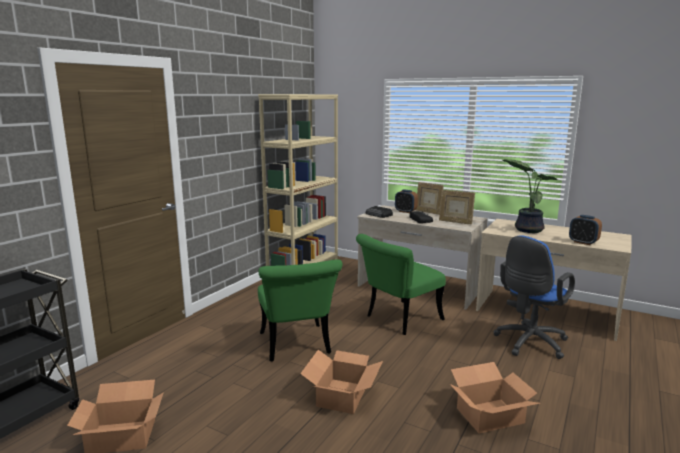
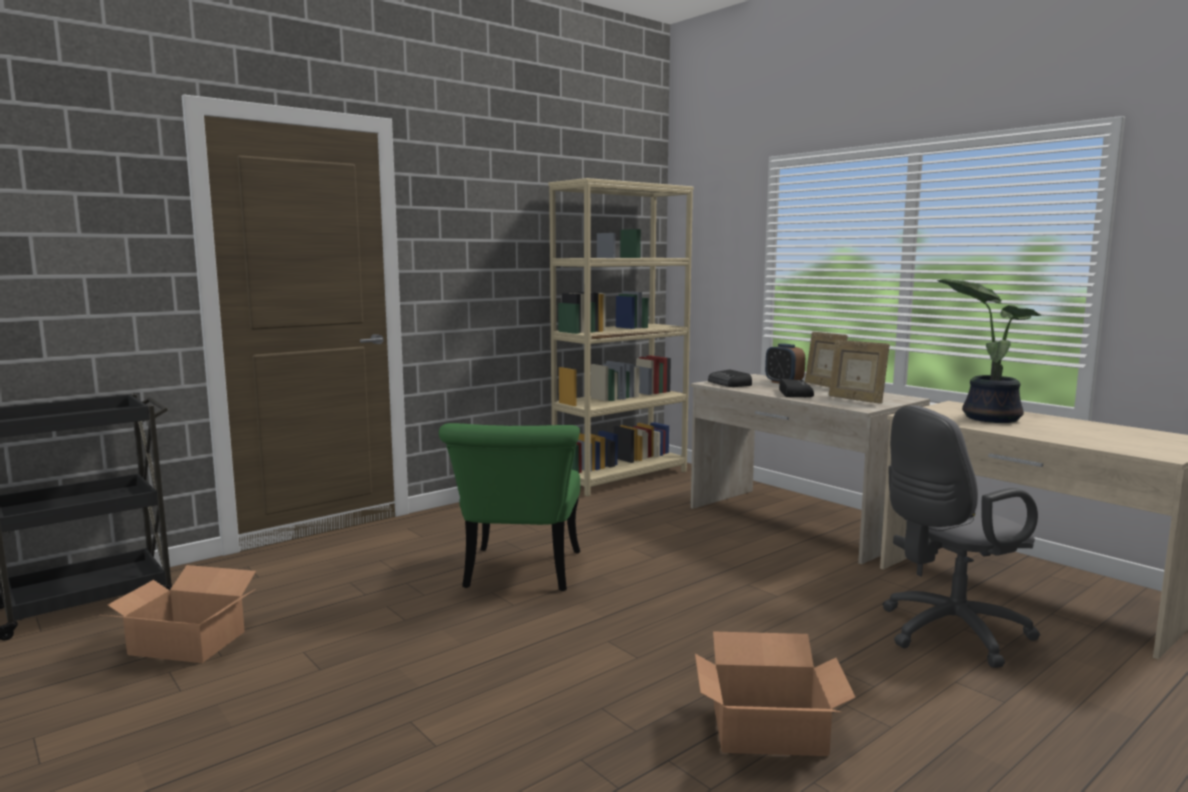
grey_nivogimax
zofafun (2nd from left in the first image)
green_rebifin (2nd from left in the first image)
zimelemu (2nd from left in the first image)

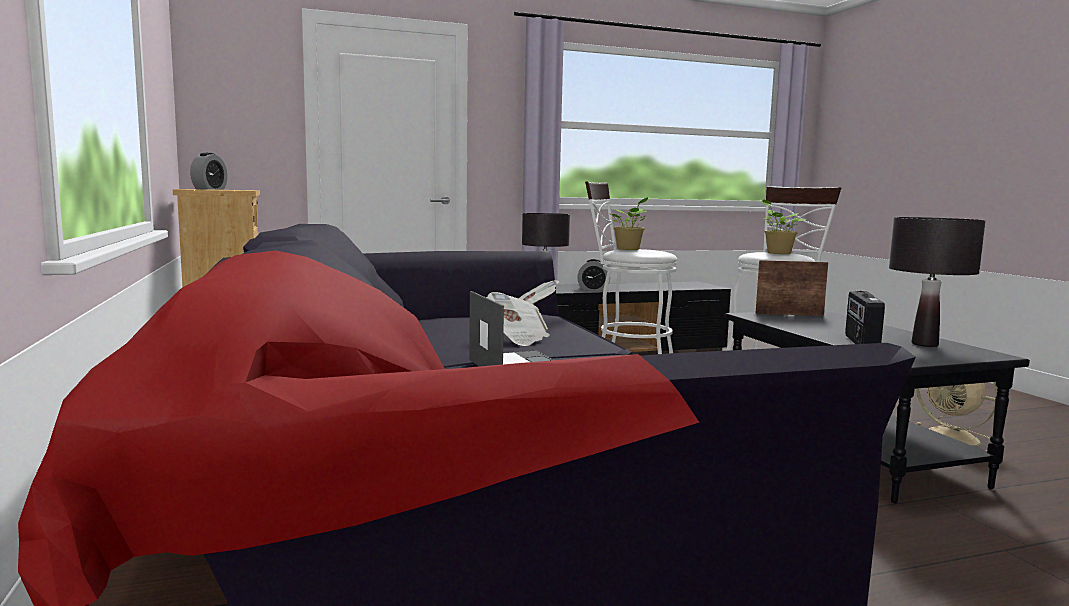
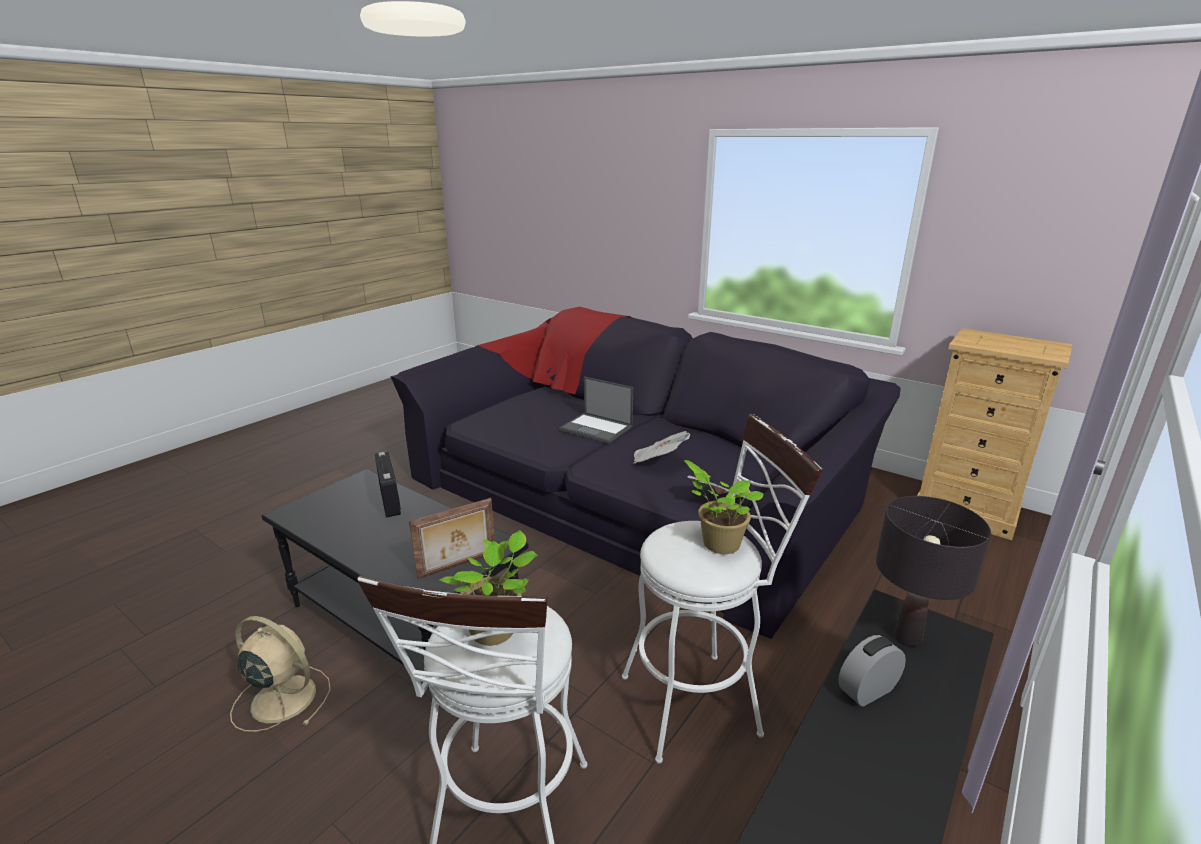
zimelemu (1st from left in the first image)
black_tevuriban (2nd from left in the first image)

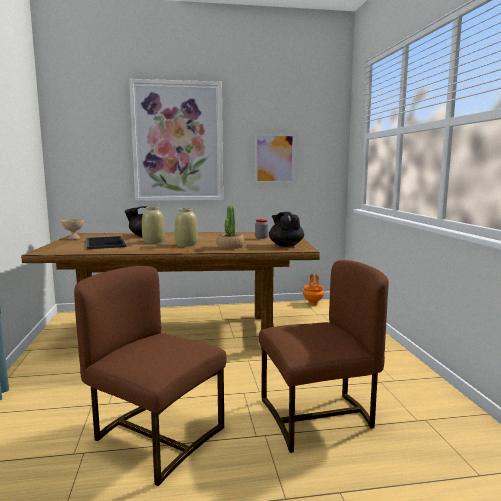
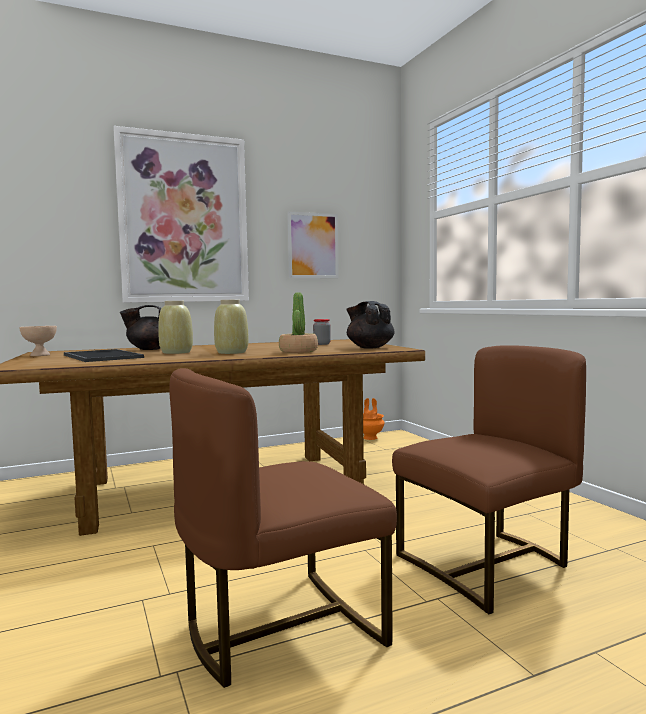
brown_rebifin (1st from left)

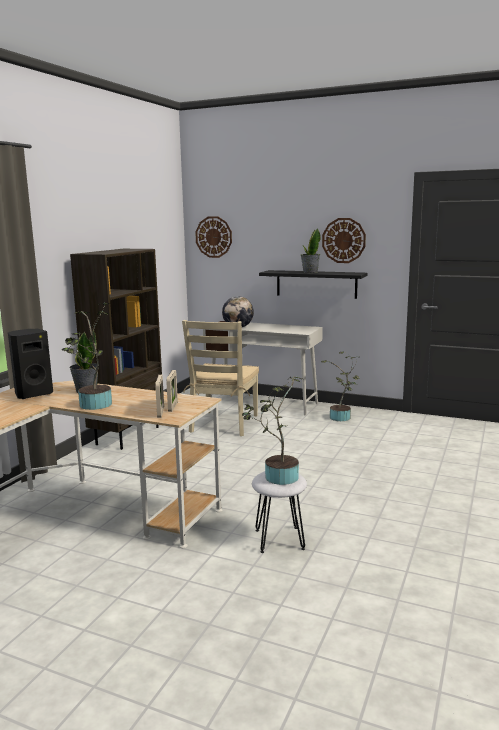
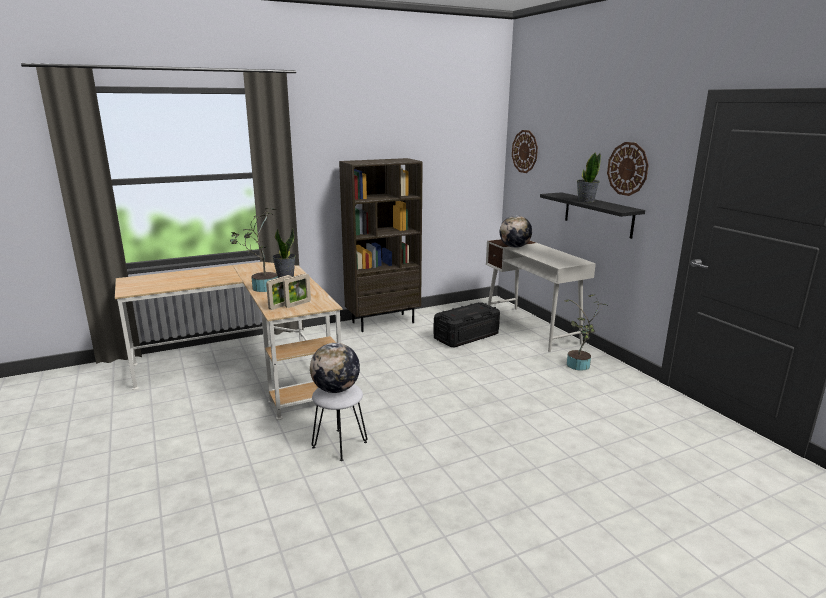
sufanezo (1st from left)
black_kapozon
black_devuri

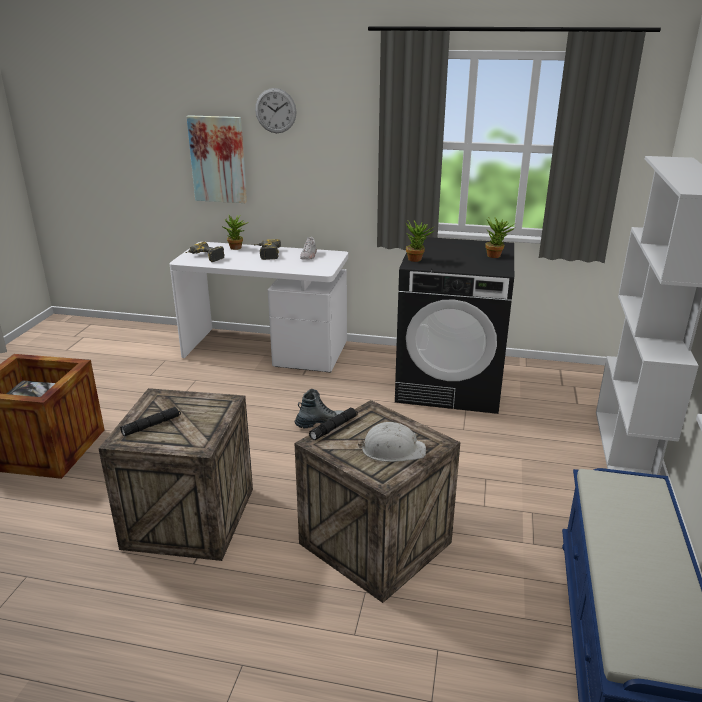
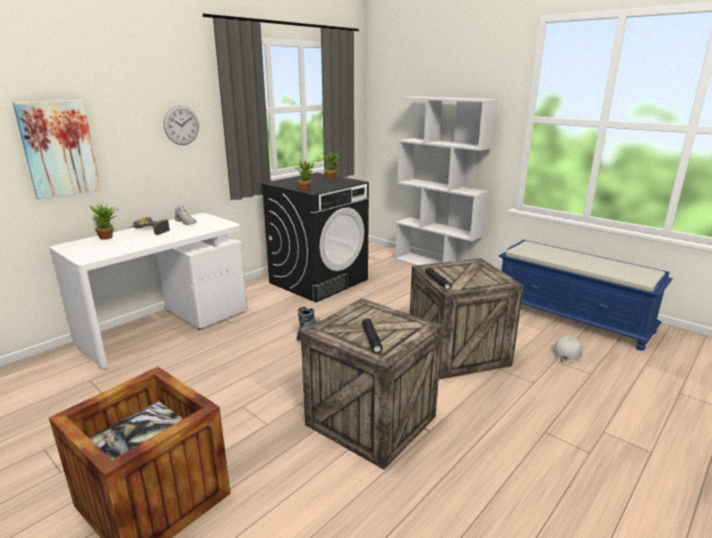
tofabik
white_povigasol
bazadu (1st from left in the first image)

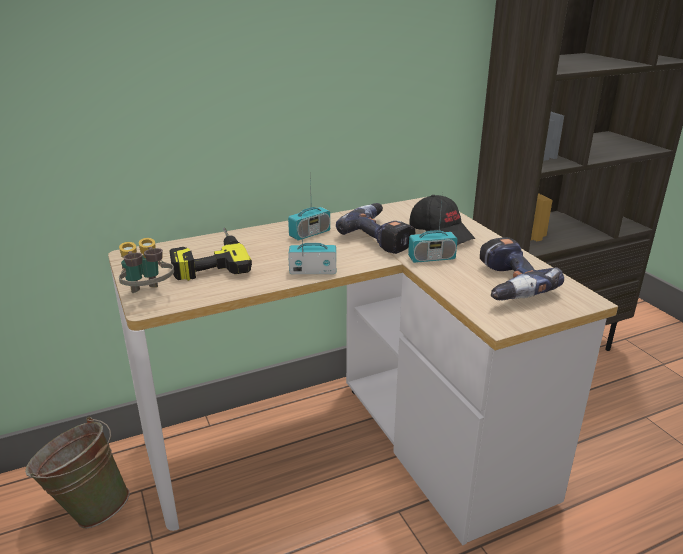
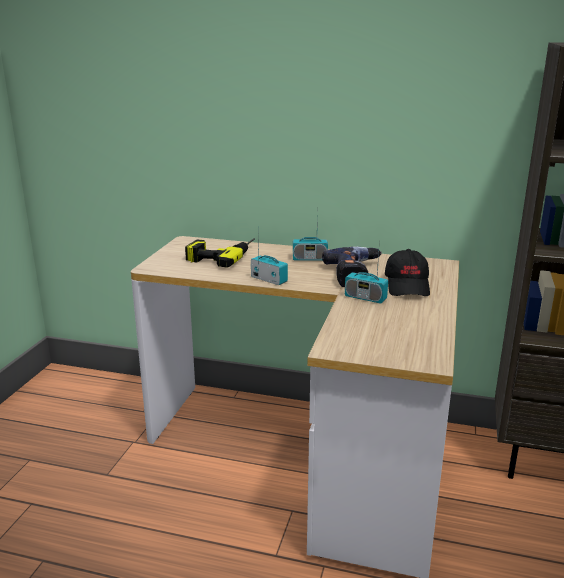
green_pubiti
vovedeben
bazadu (3rd from left in the first image)

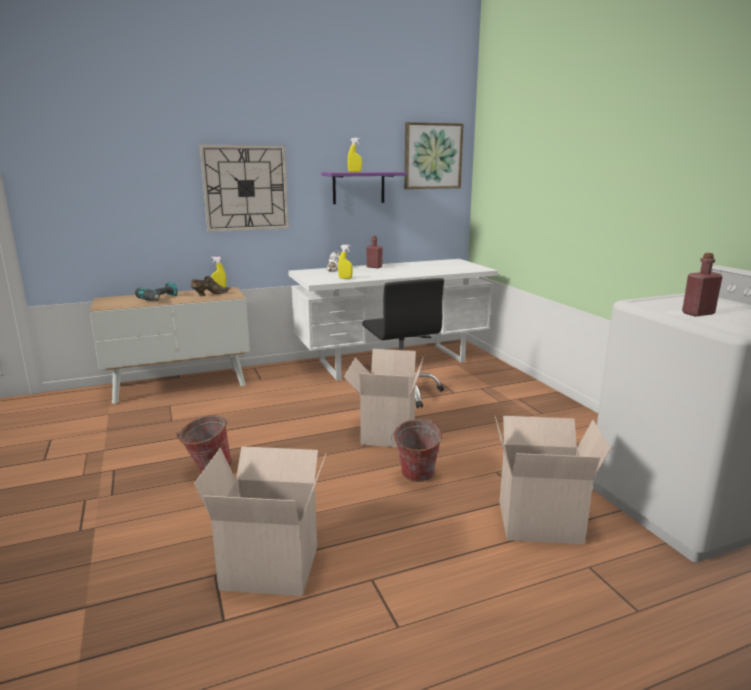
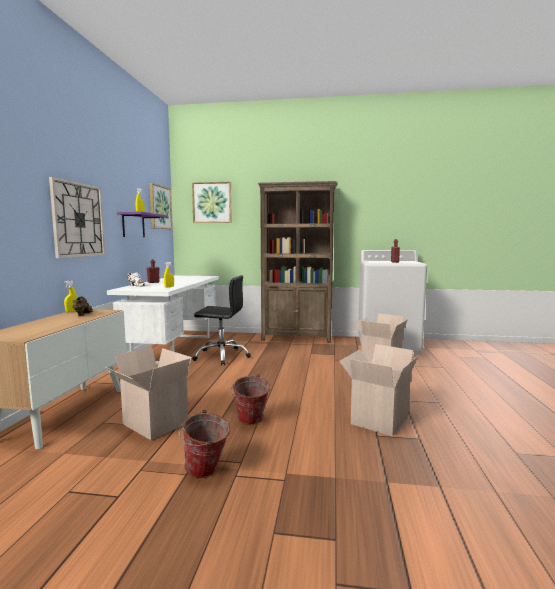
zofafun (1st from left)
pubiti (1st from left)
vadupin (2nd from left)
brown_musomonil
bazadu

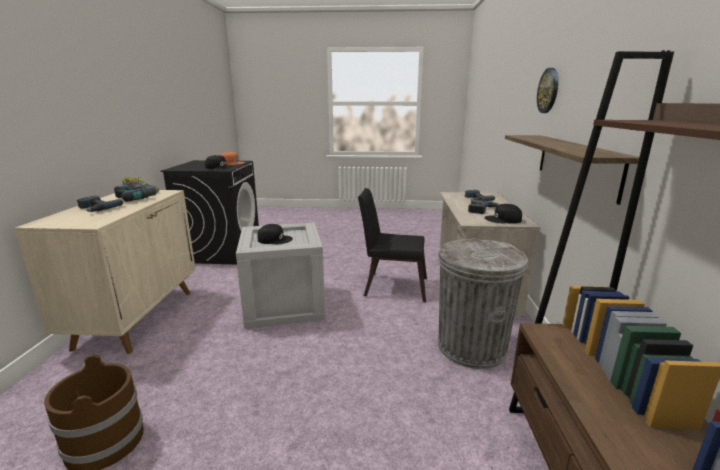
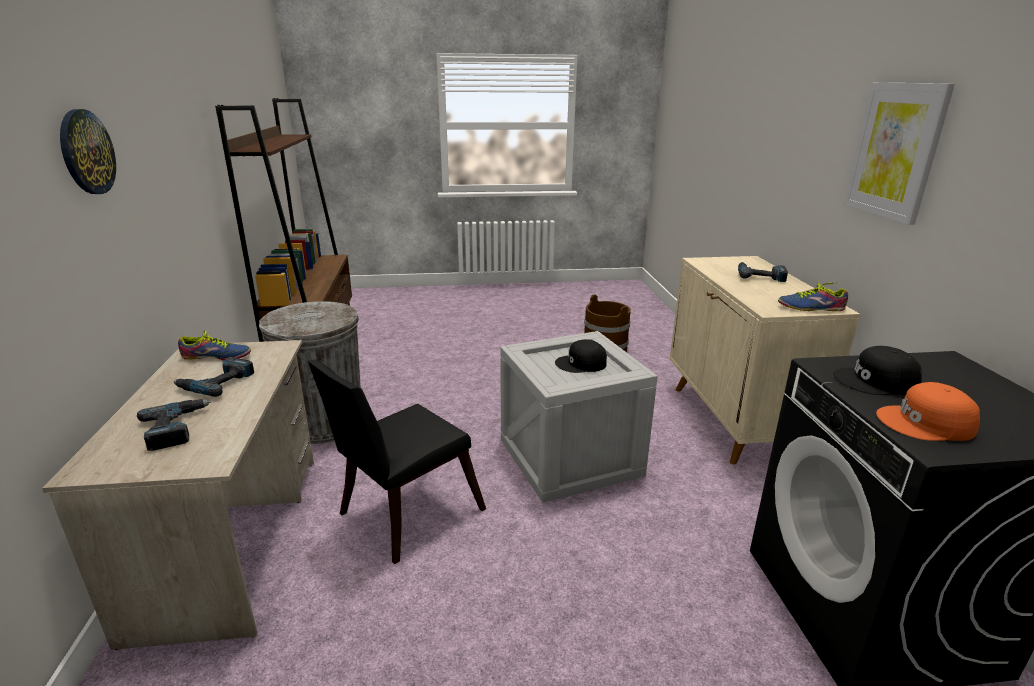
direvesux (1st from left)
black_rebifin
vadupin
bazadu (2nd from left in the first image)
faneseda

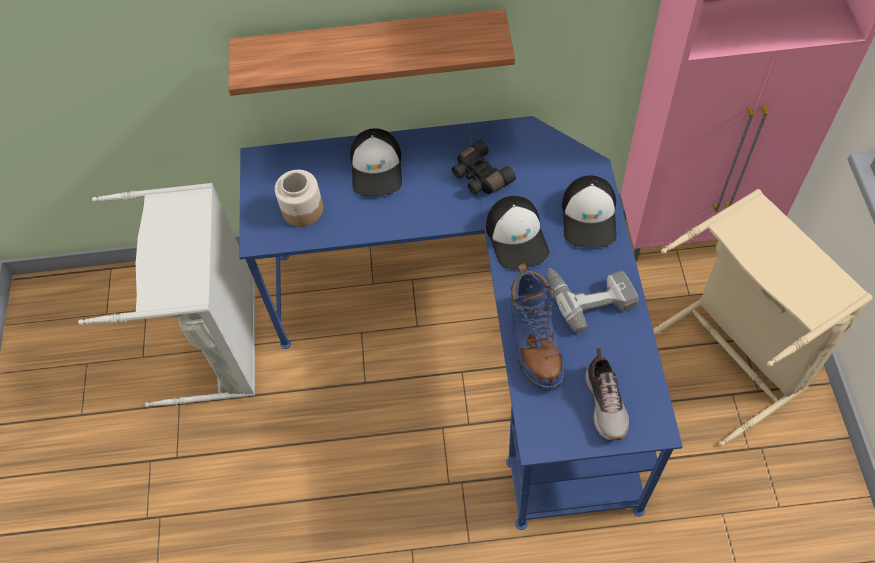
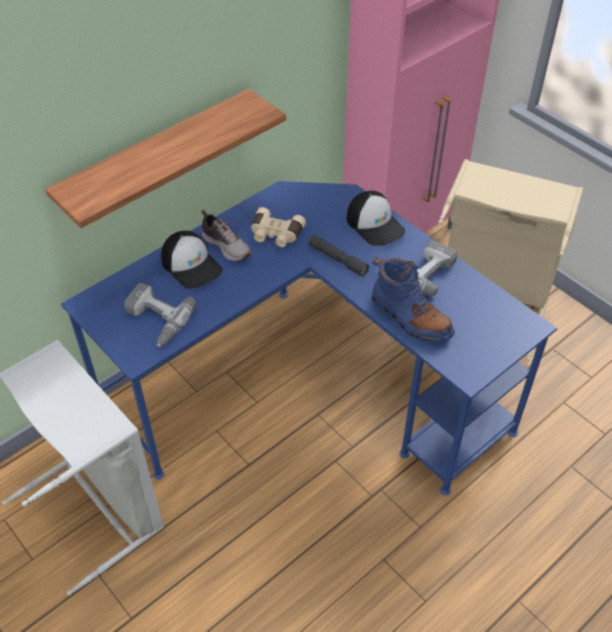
bazadu (1st from left)
direvesux
beige_vovedeben
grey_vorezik

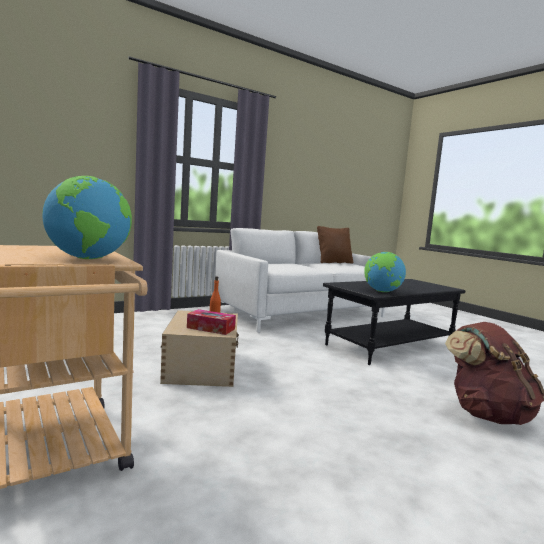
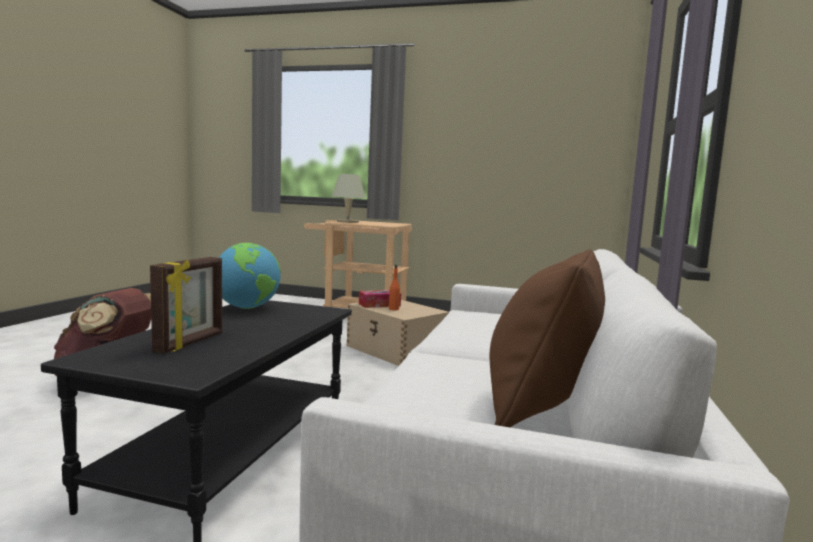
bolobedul
beige_tevuriban

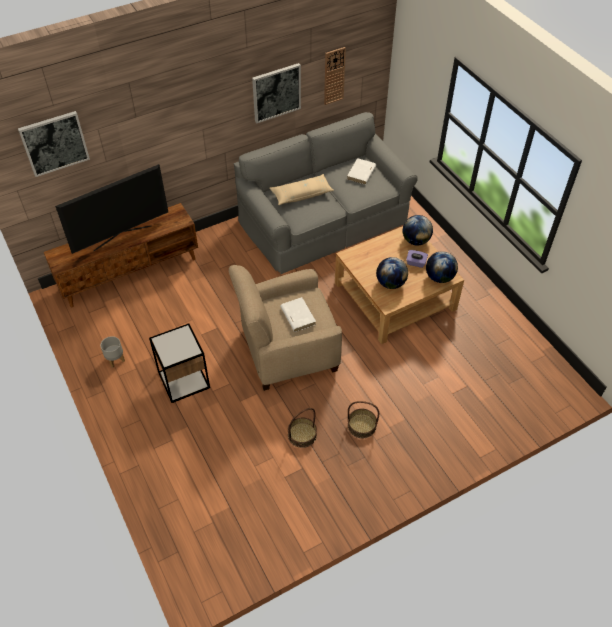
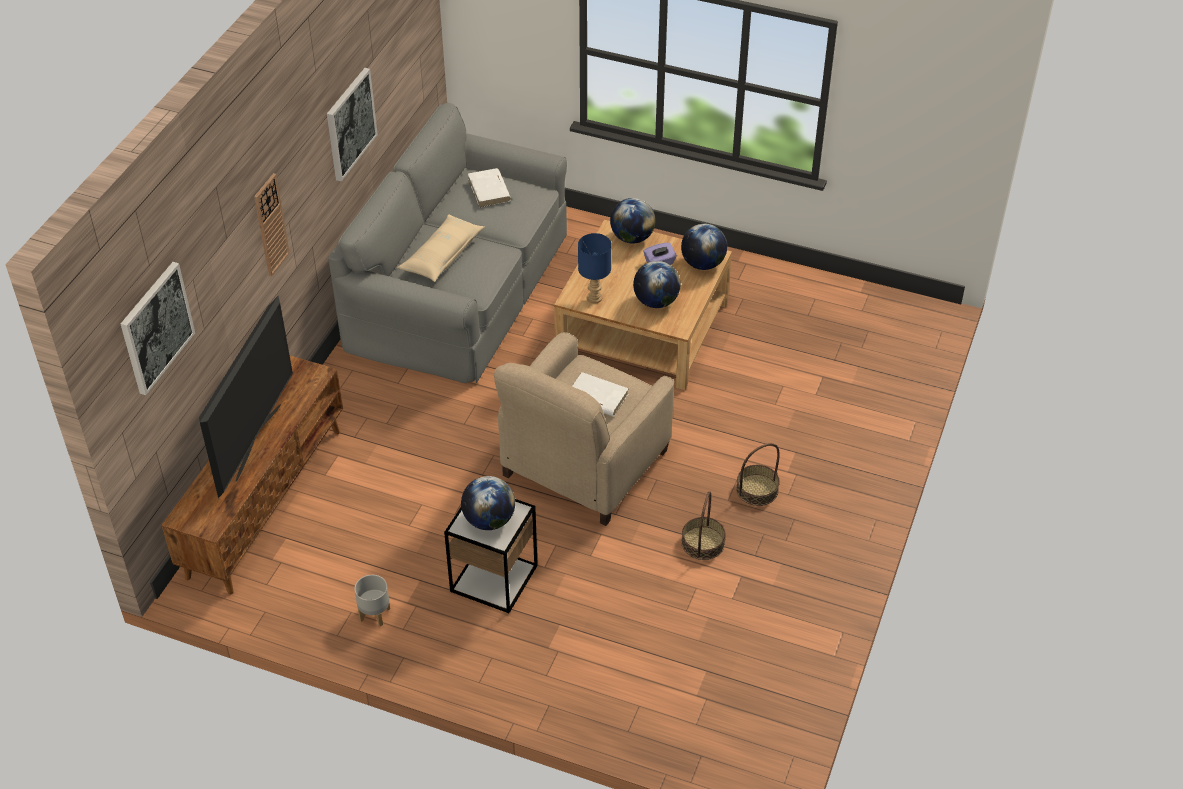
tofabik
sufanezo (1st from left)
blue_tevuriban

